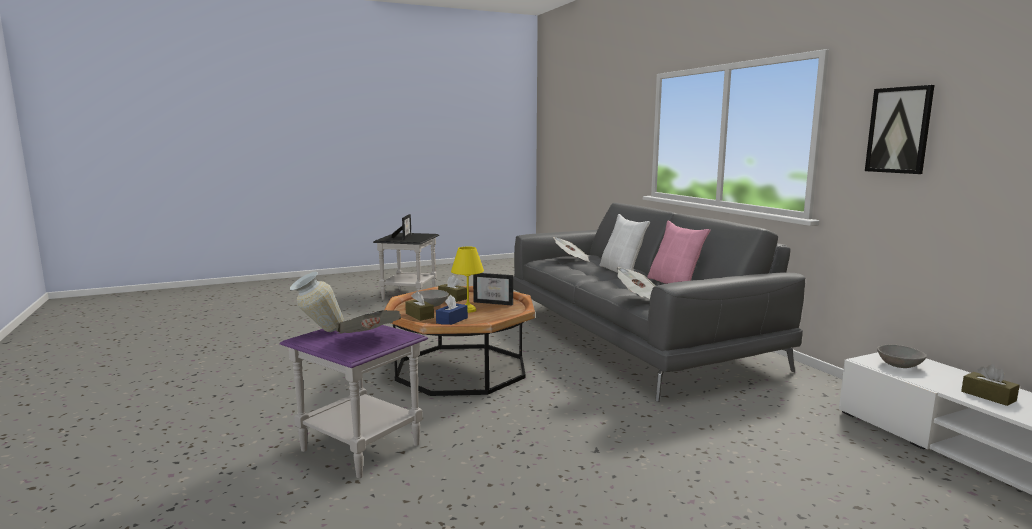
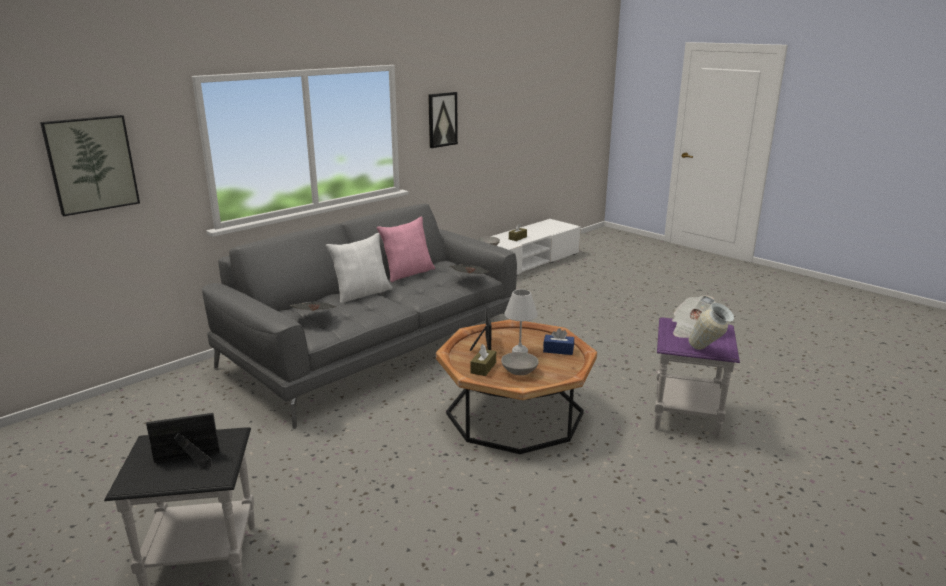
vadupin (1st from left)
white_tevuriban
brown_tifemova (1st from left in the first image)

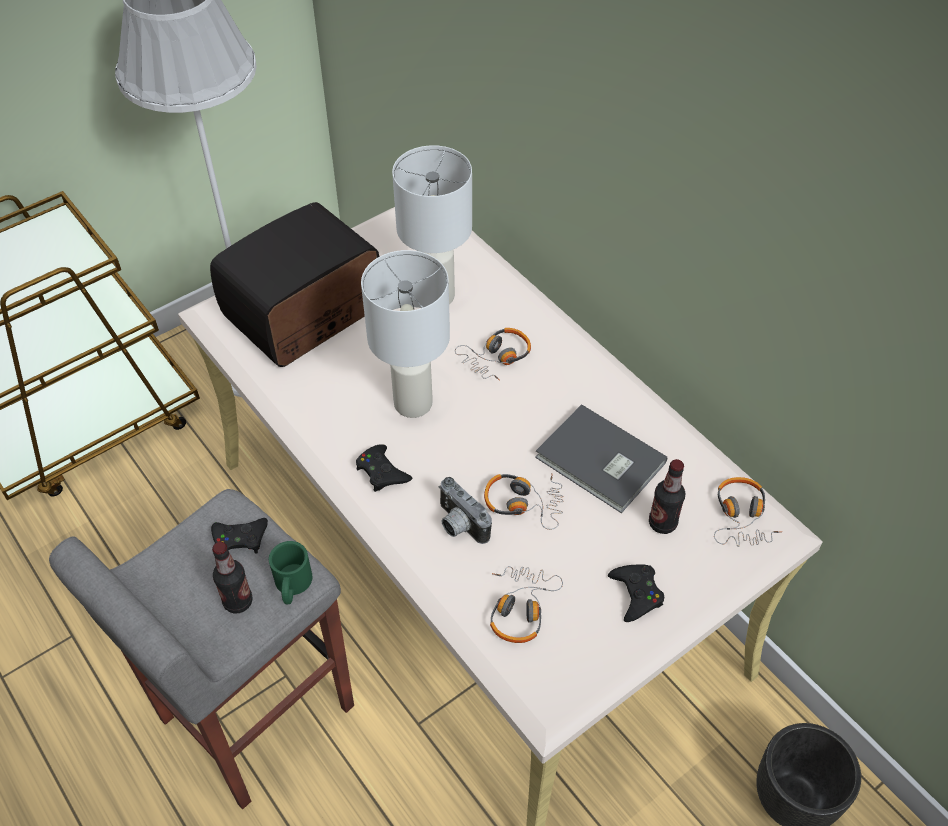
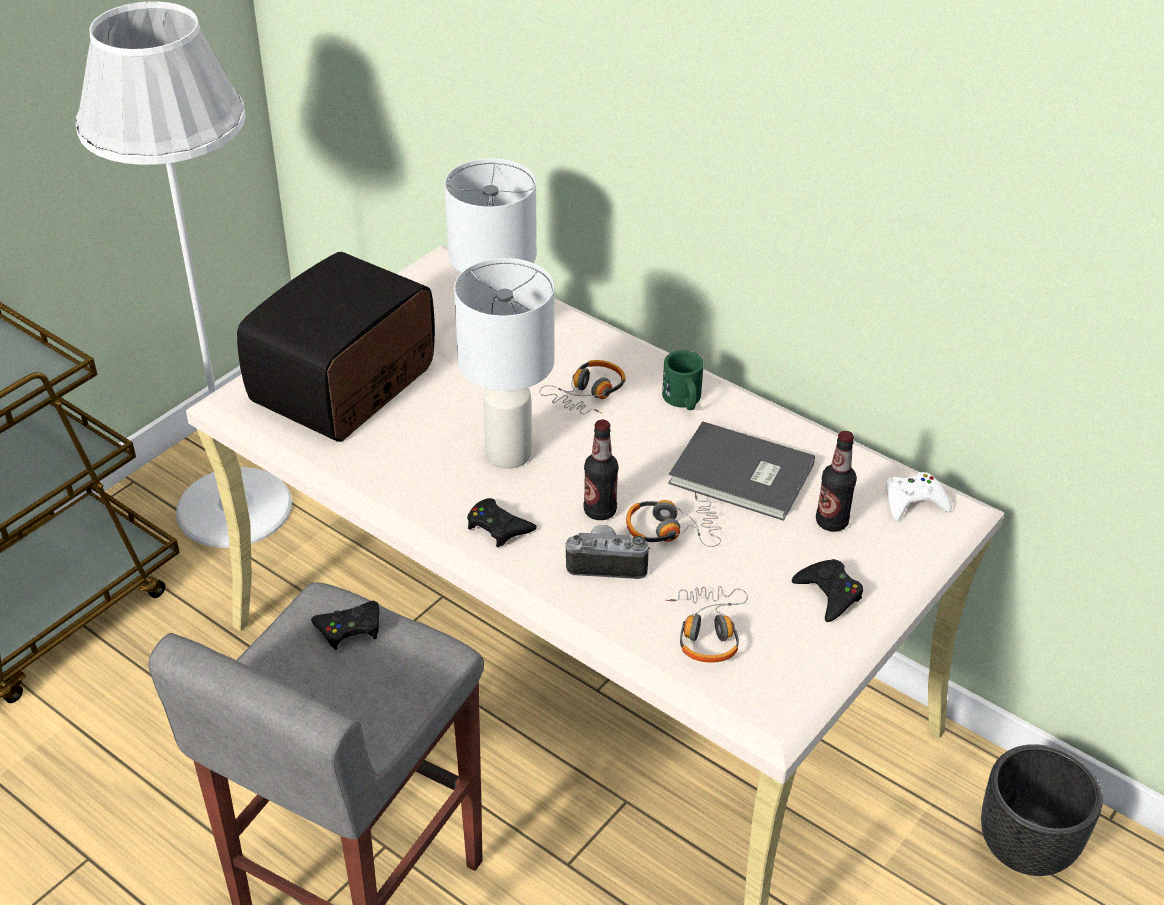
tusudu
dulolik (1st from left)
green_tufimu
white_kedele

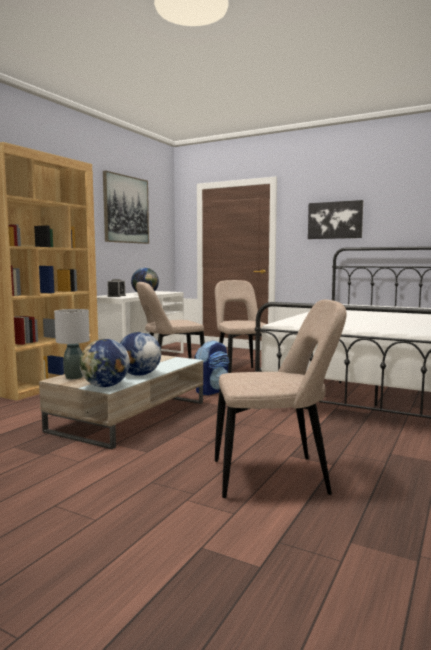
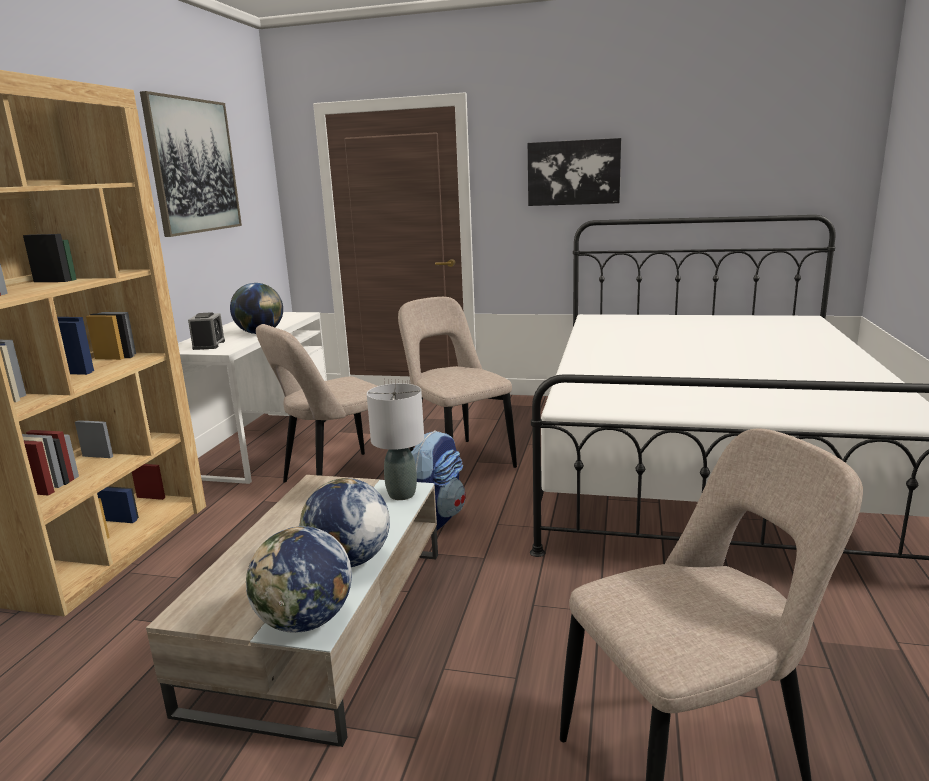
grey_tevuriban

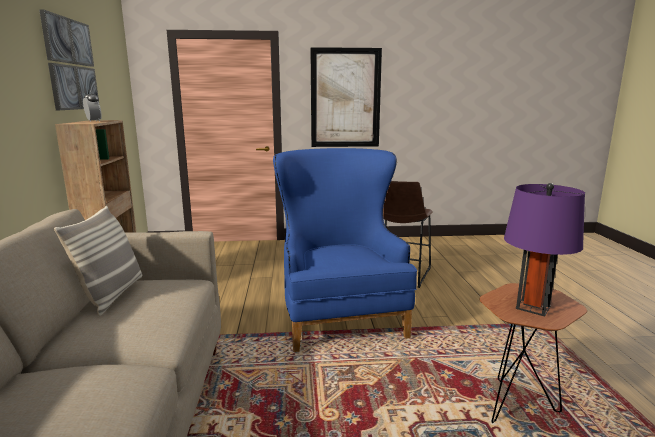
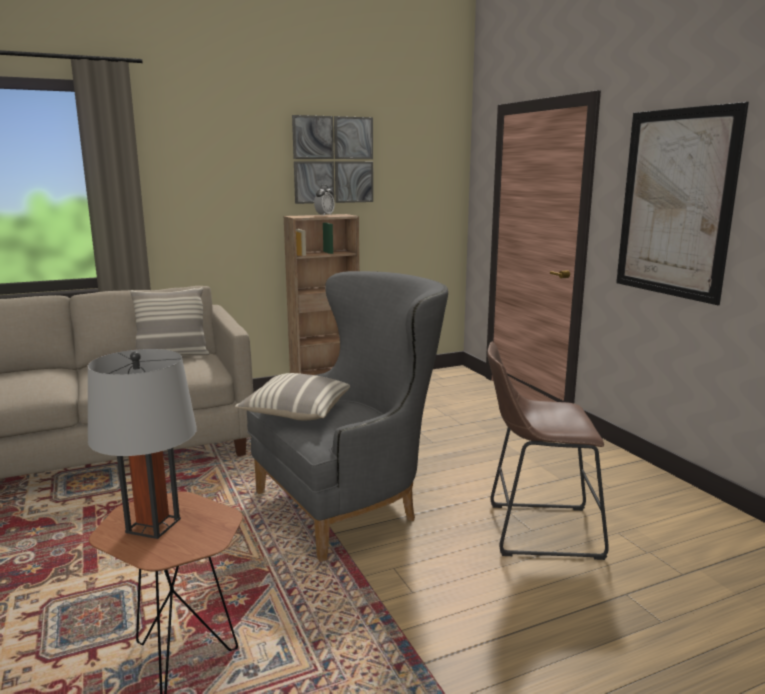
grey_tevuriban
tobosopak (2nd from left)
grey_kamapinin

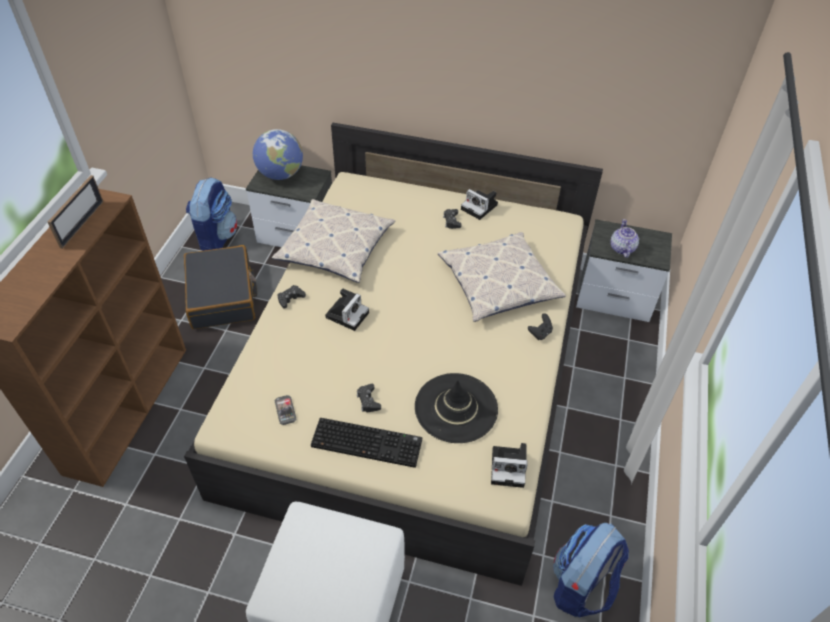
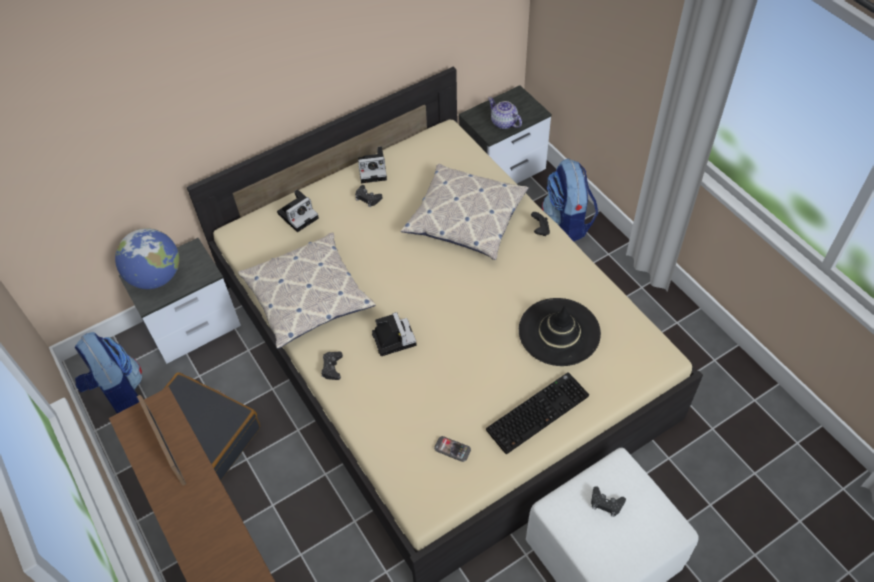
tusudu (1st from left)
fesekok (2nd from left)
black_kedele (4th from left)

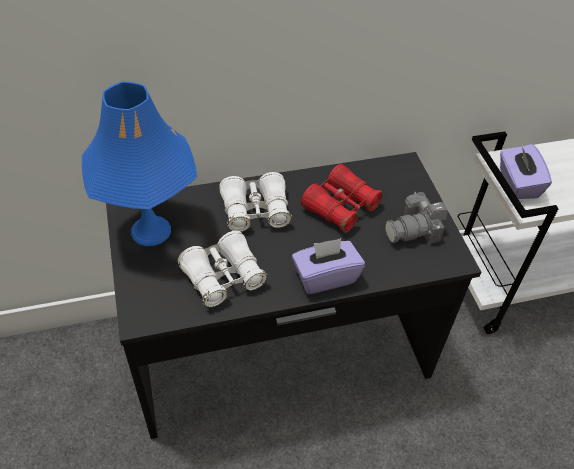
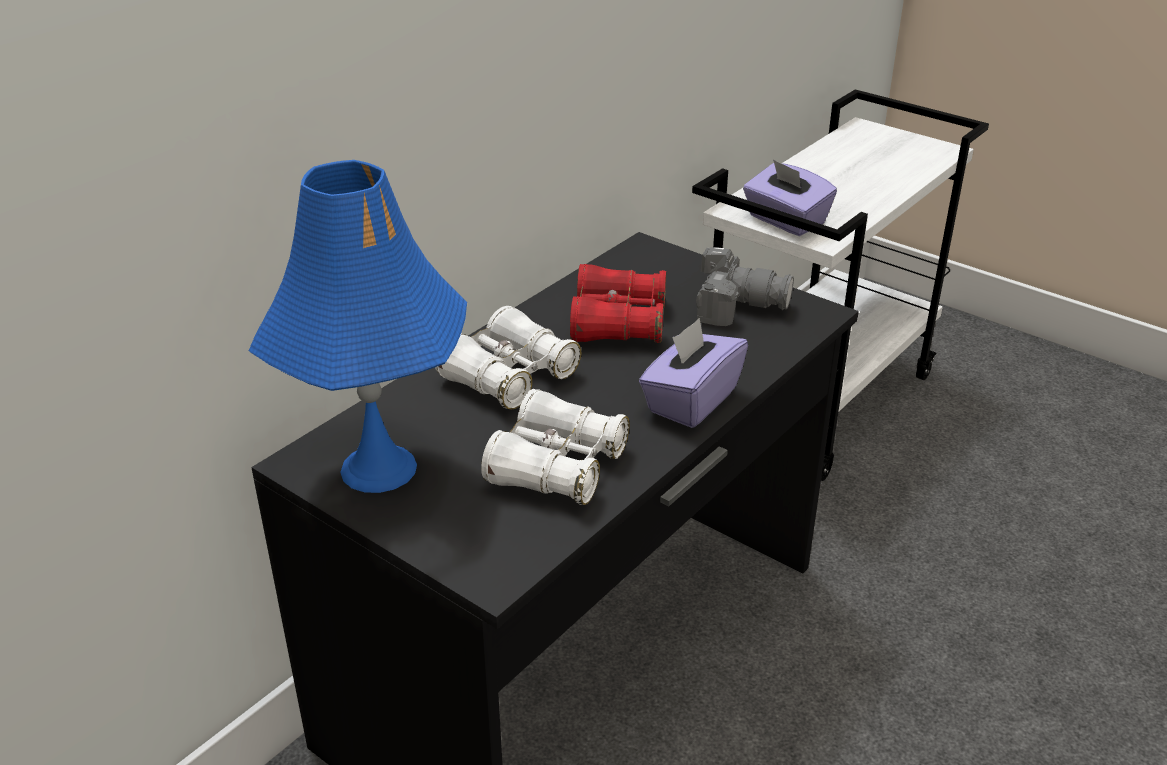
tusudu

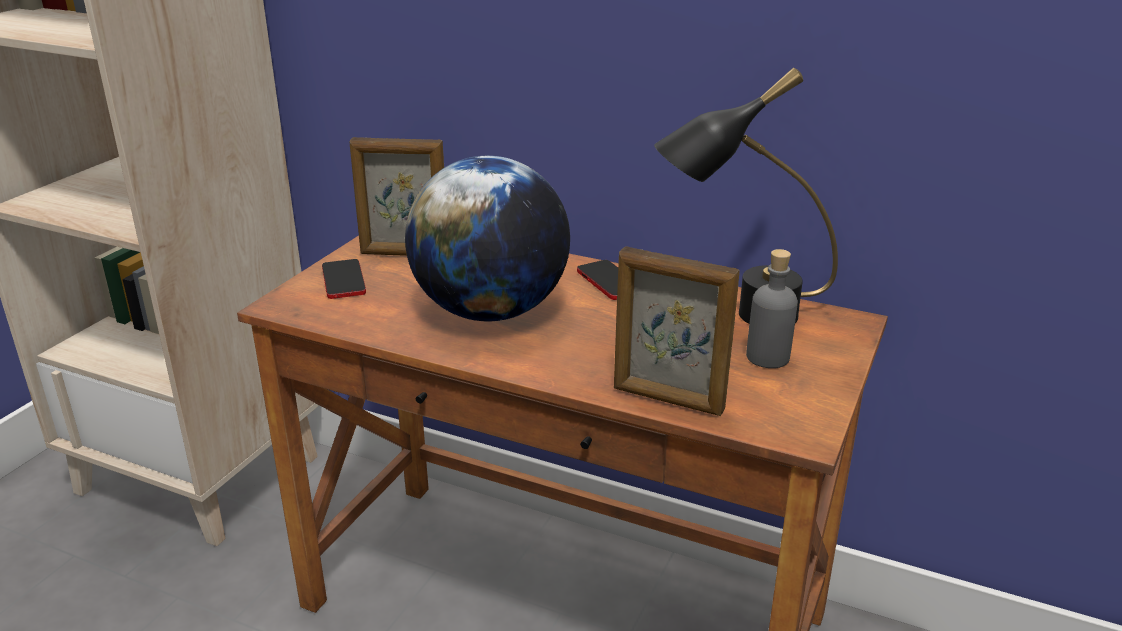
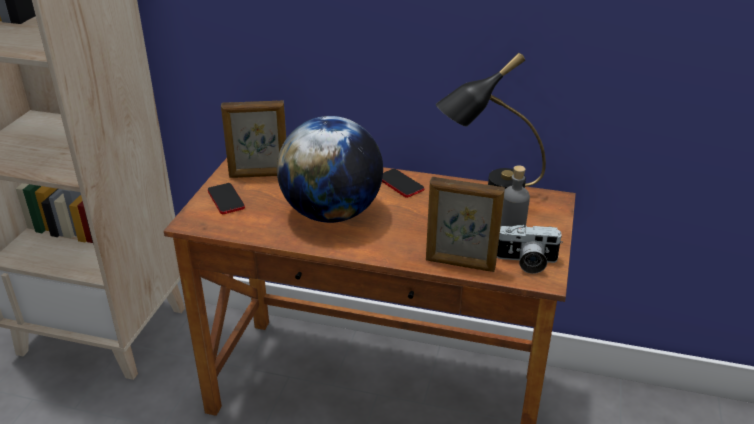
tusudu

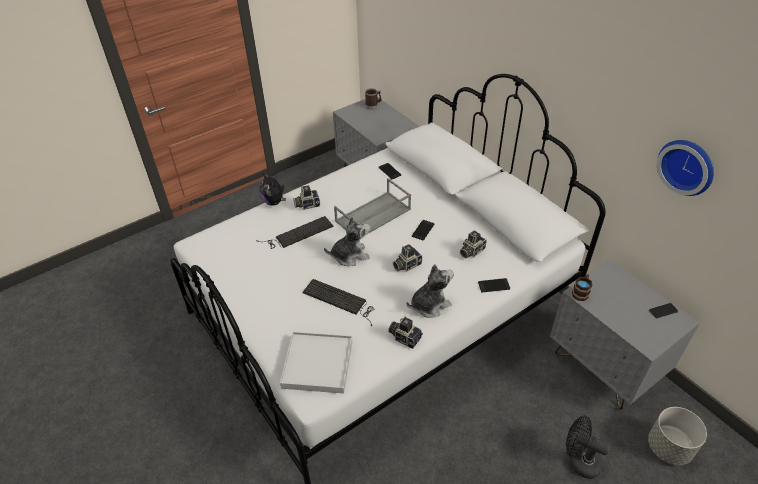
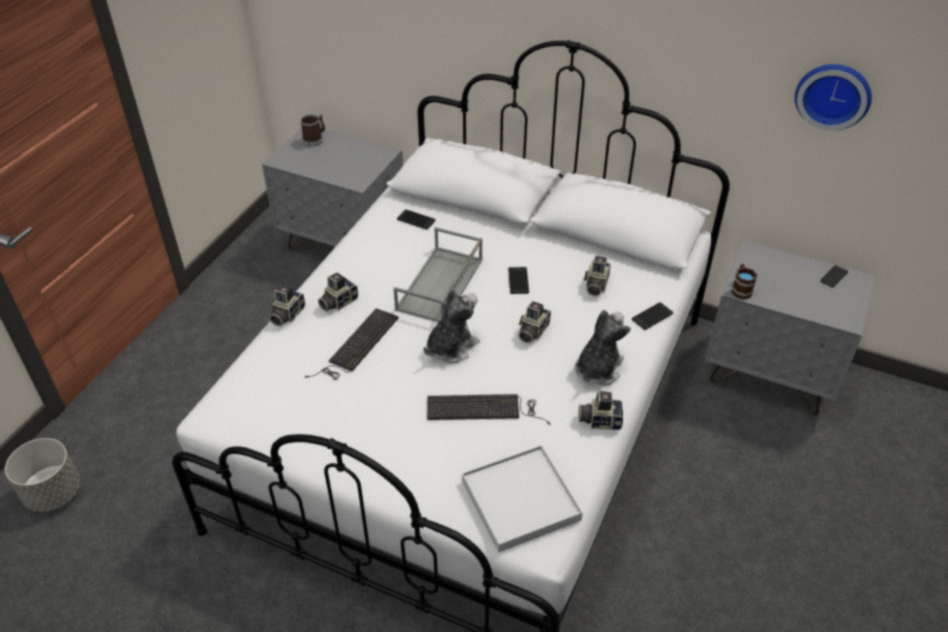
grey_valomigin
tusudu (1st from left)
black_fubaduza

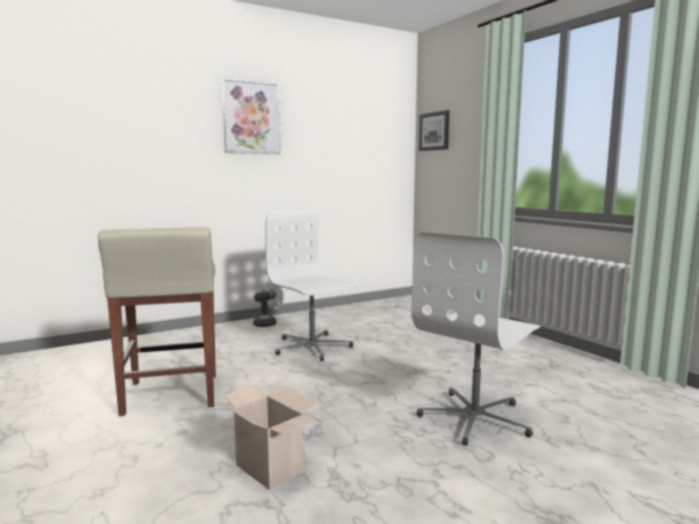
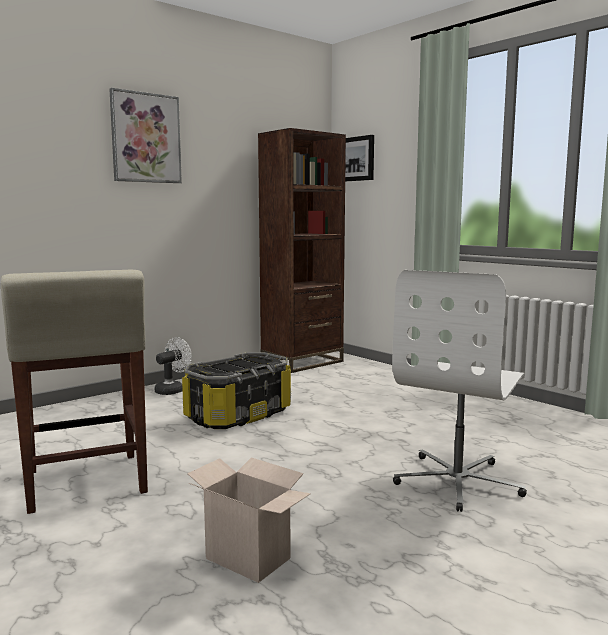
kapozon
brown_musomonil

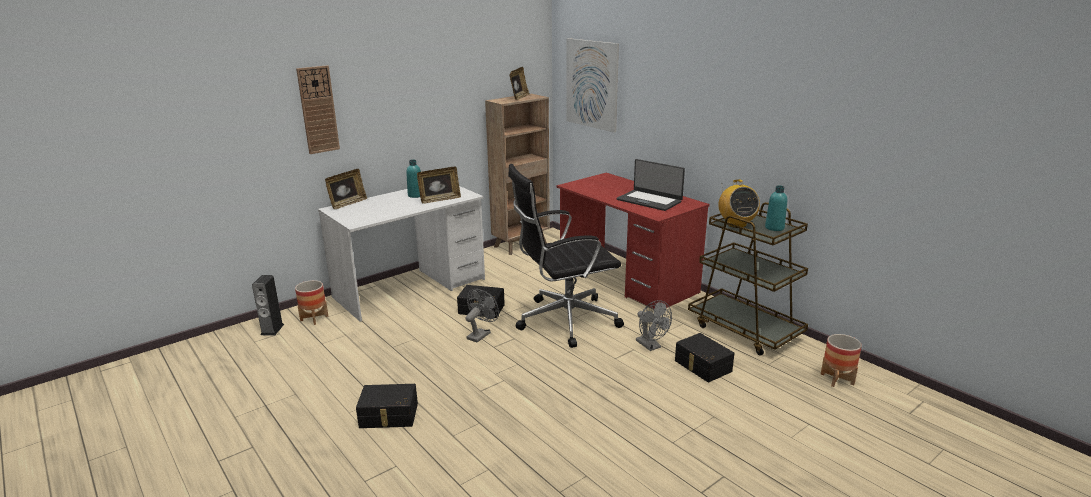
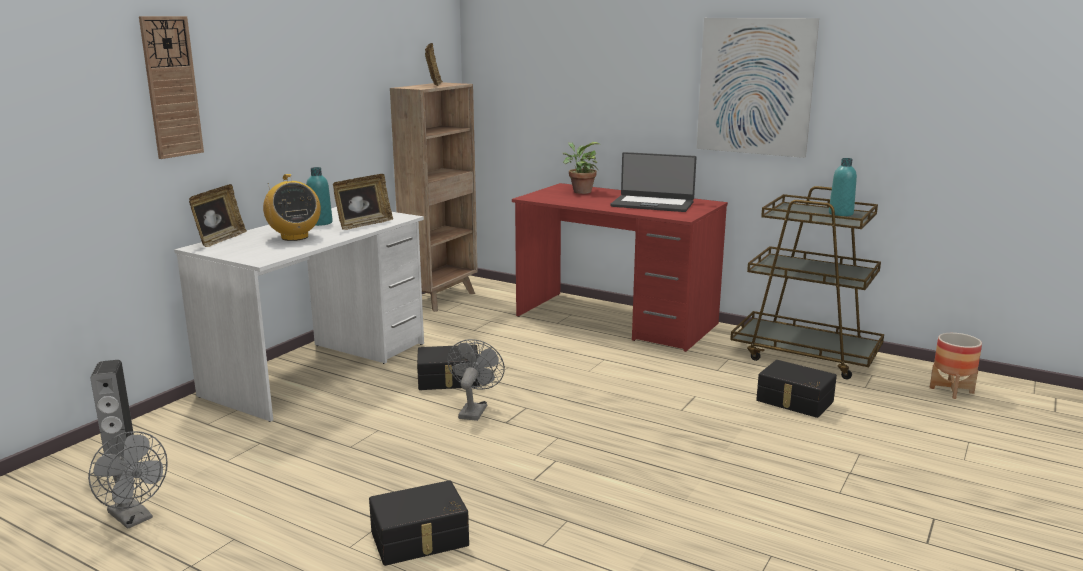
grey_fubaduza (1st from left)
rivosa
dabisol
vadupin
valomigin (1st from left in the first image)
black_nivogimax

